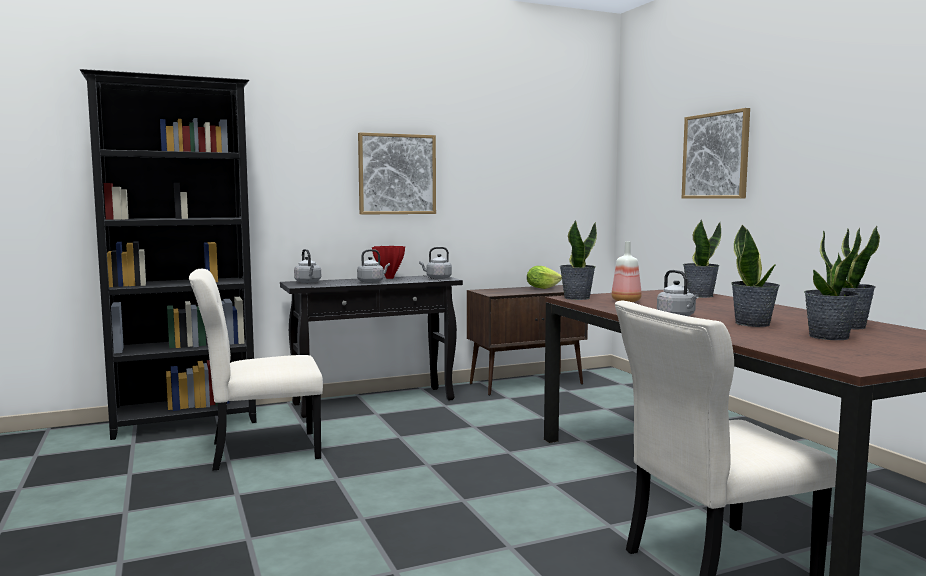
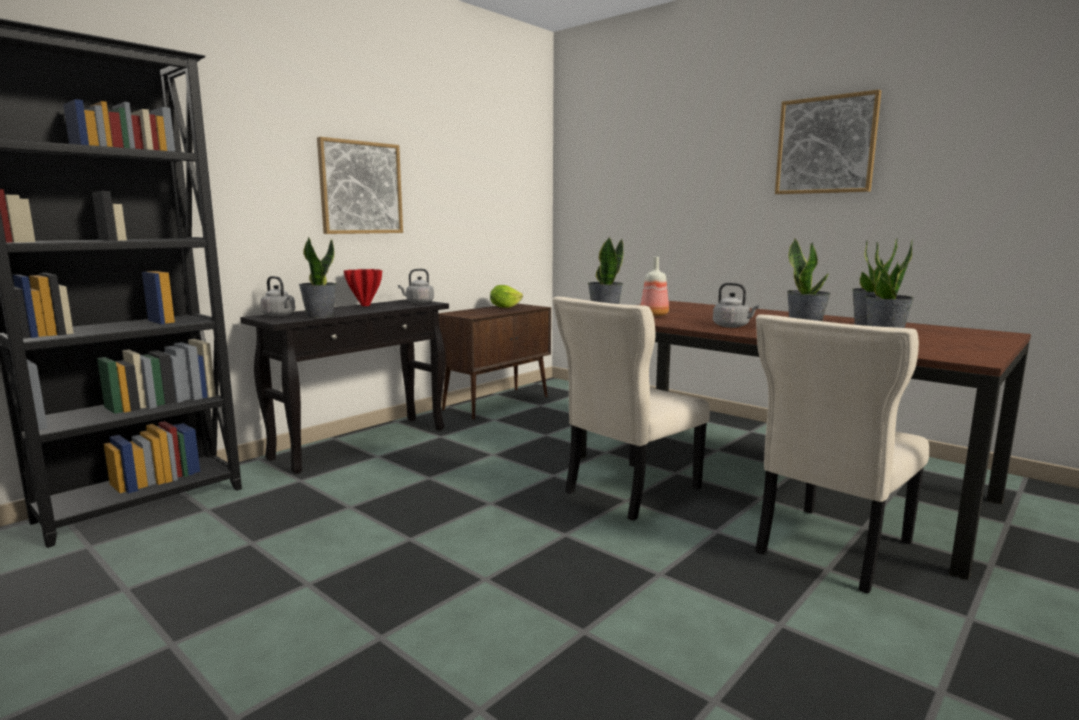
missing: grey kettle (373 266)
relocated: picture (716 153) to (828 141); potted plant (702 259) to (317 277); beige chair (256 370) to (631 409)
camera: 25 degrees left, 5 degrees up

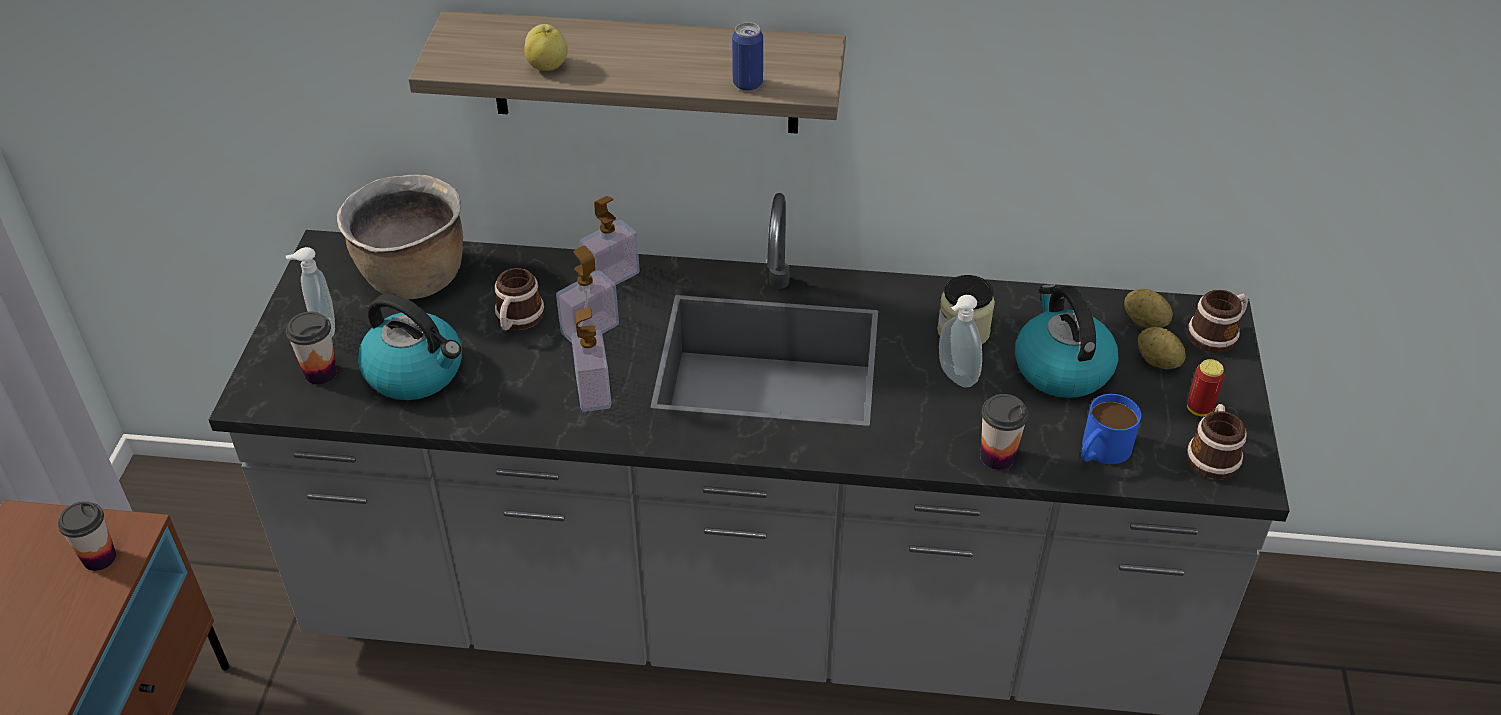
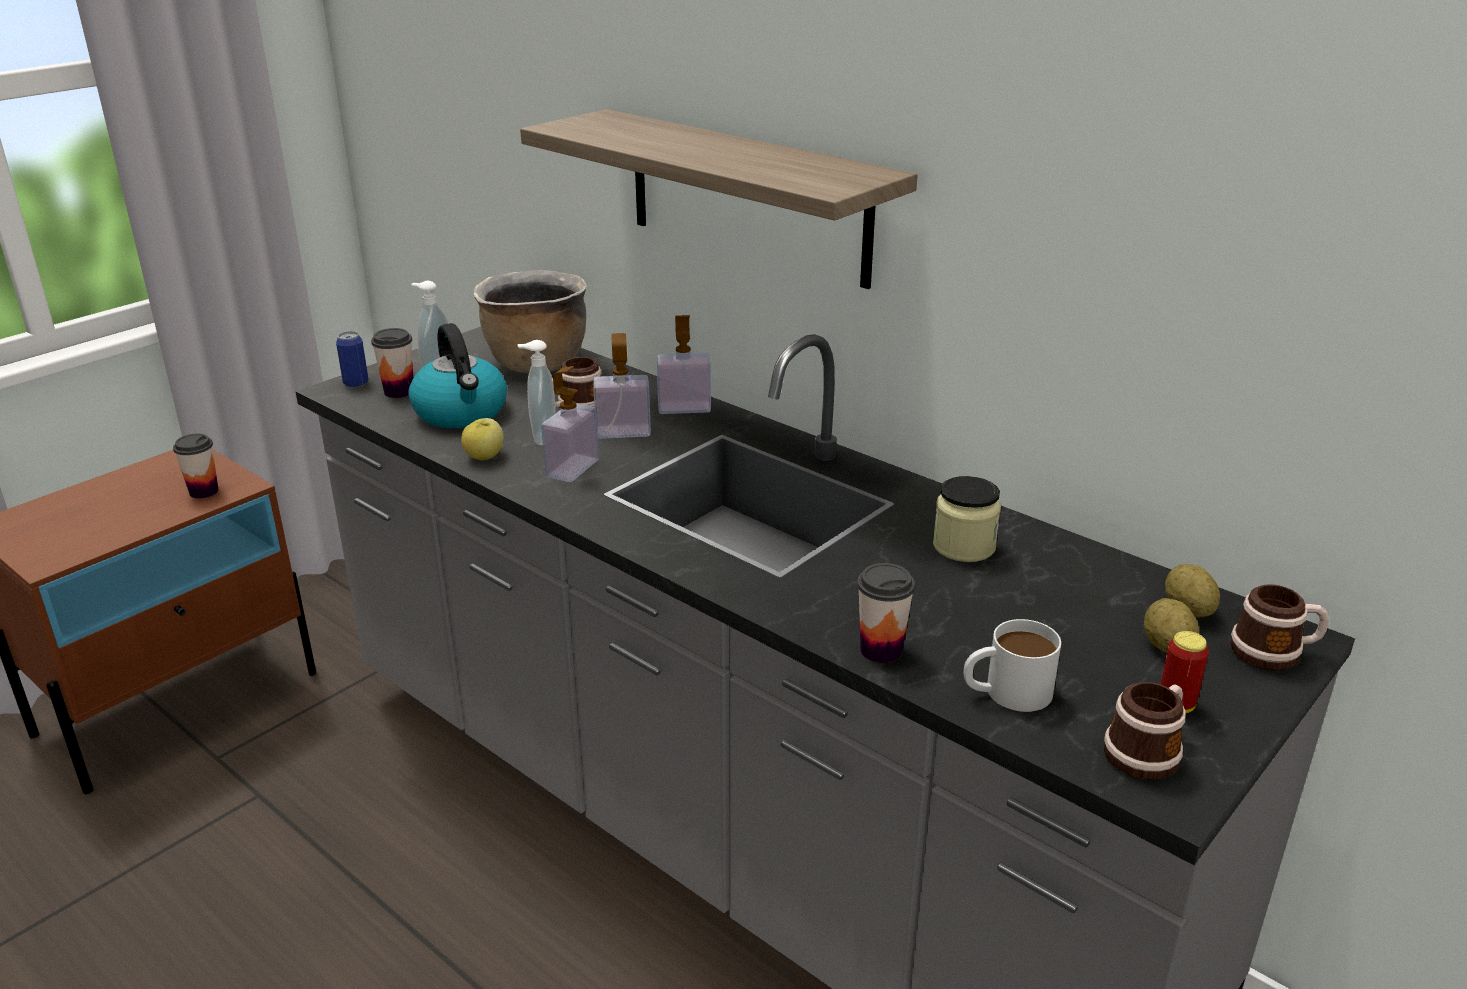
missing: kettle (1067 341)
relocated: can (747 56) to (352 359); apple (546 47) to (482 439); soap dispenser (960 341) to (536 392)
colour: blue mug (1111 429) to white mug (1012 665)
camera: 35 degrees right, 15 degrees down

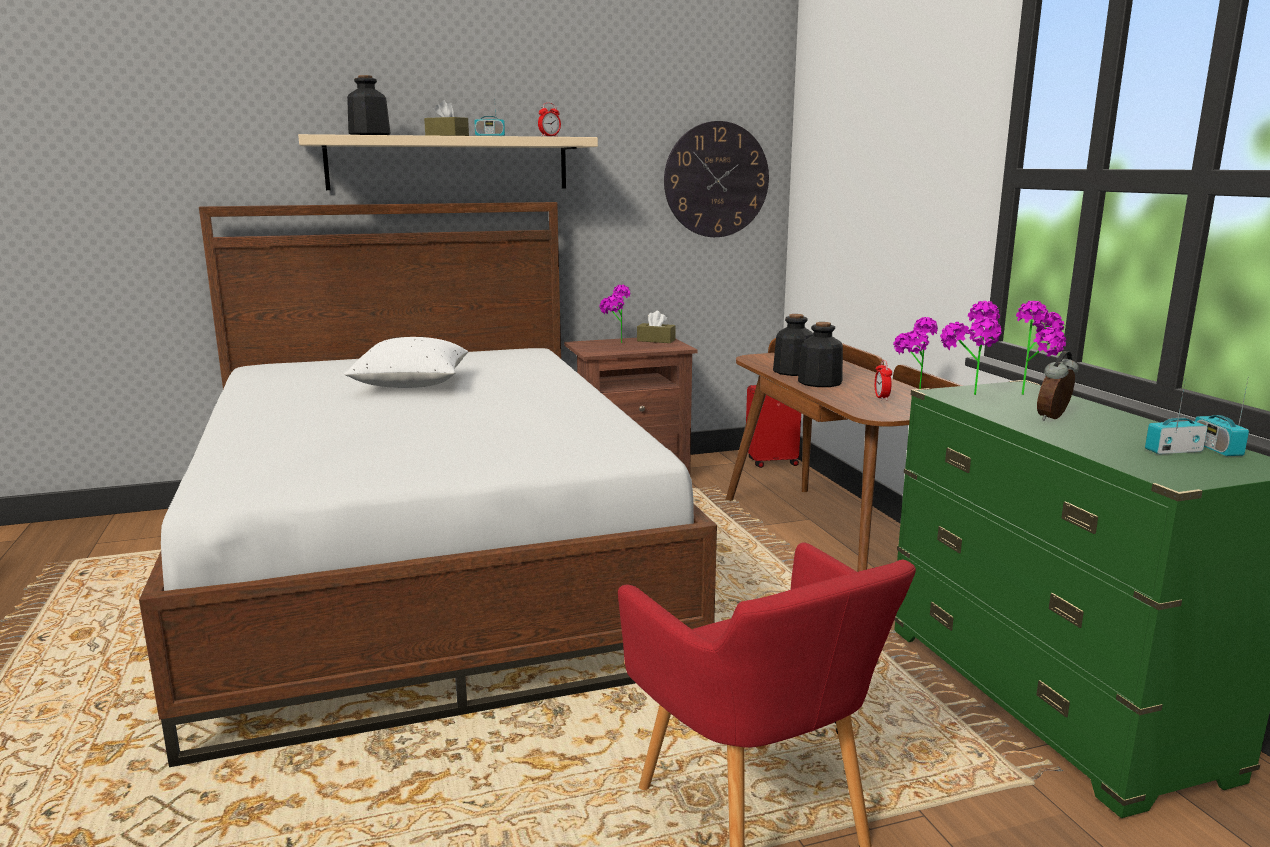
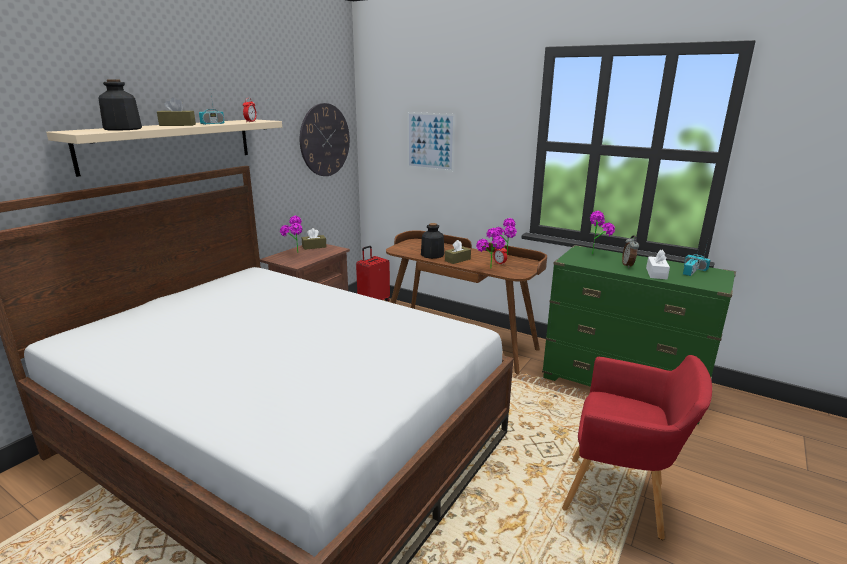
missing: white pillow (406 362)
appeared: picture (431 142); white tissue box (658 265)
relocated: potted plant (971 348) to (490 248)
exchanged: bottle (820 354) to brown tissue box (458 252)
camera: 40 degrees left, 5 degrees up

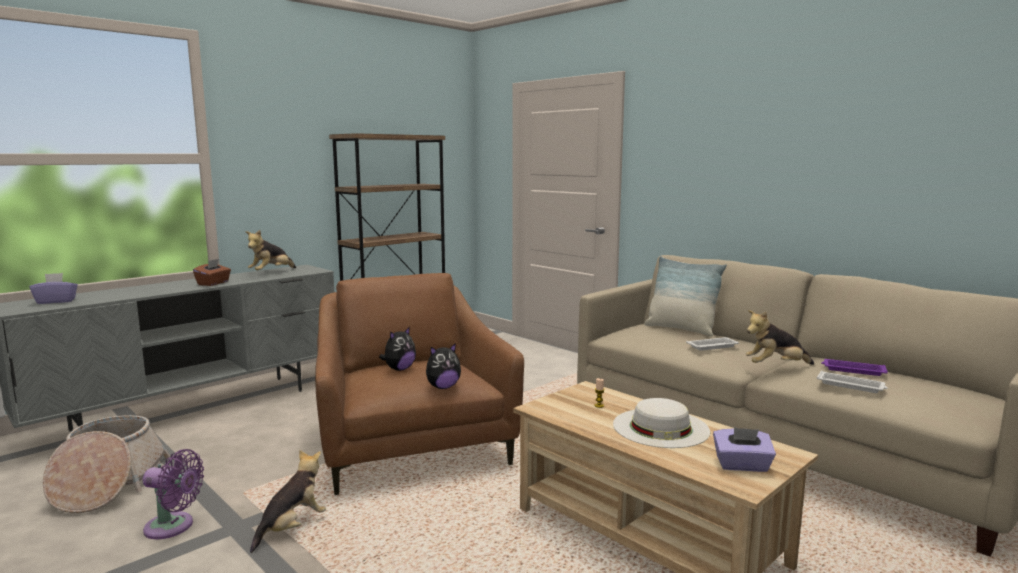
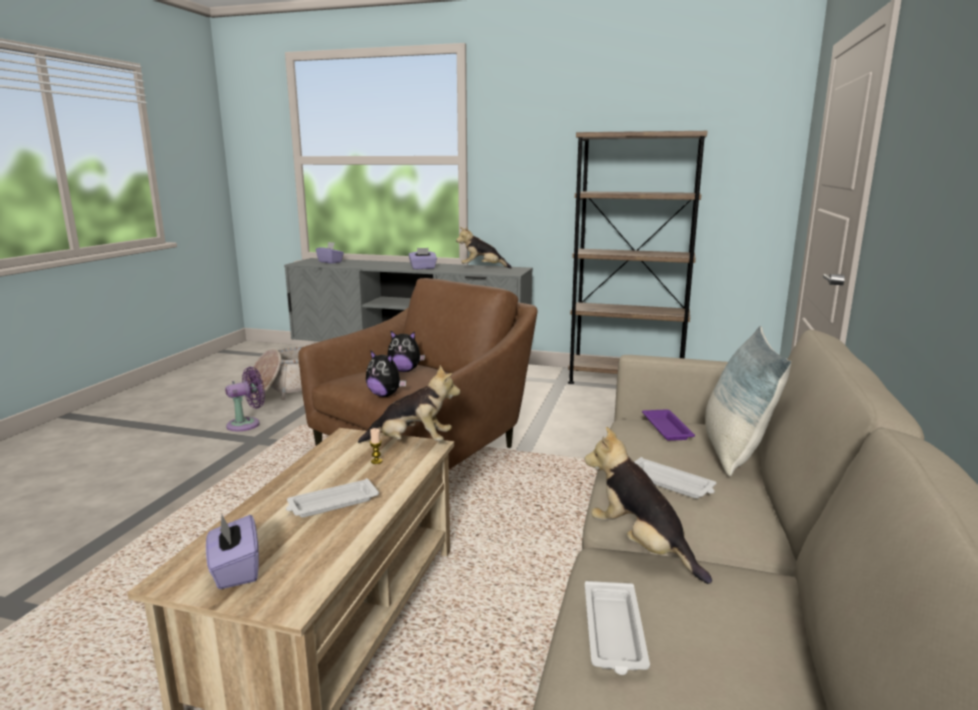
relocated: purple tray (854 367) to (668 425); plush toy (288 501) to (409 404)
exchanged: white hat (661 423) to white tray (332 498)
colour: brown tissue box (212 272) to purple tissue box (423 258)
spun: purple fan (173 494) = (245 399) 105 degrees counterclockwise
camera: 60 degrees right, 5 degrees up

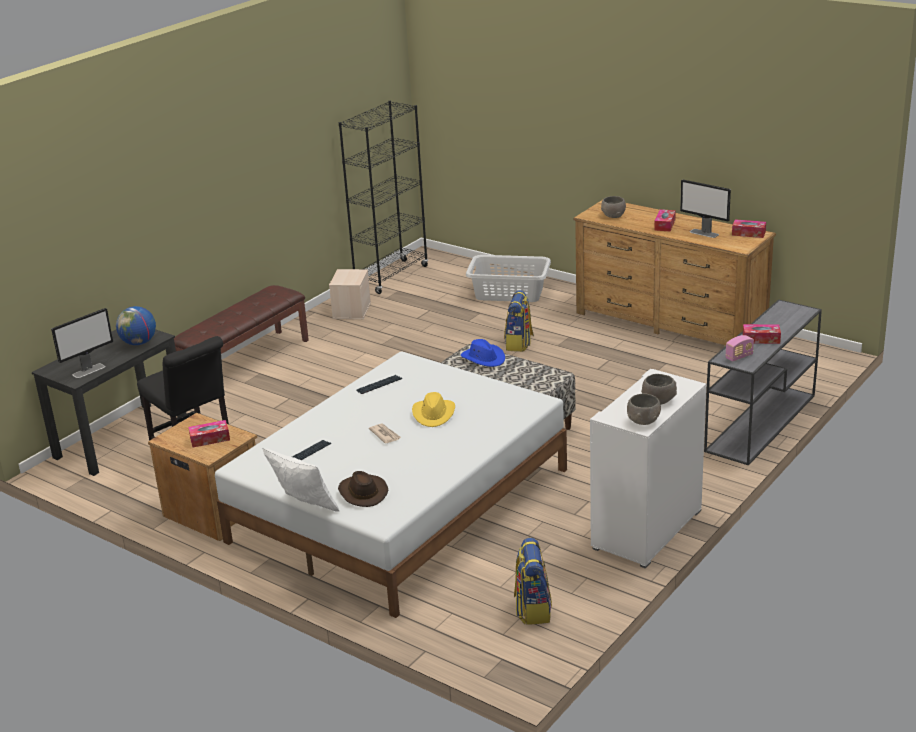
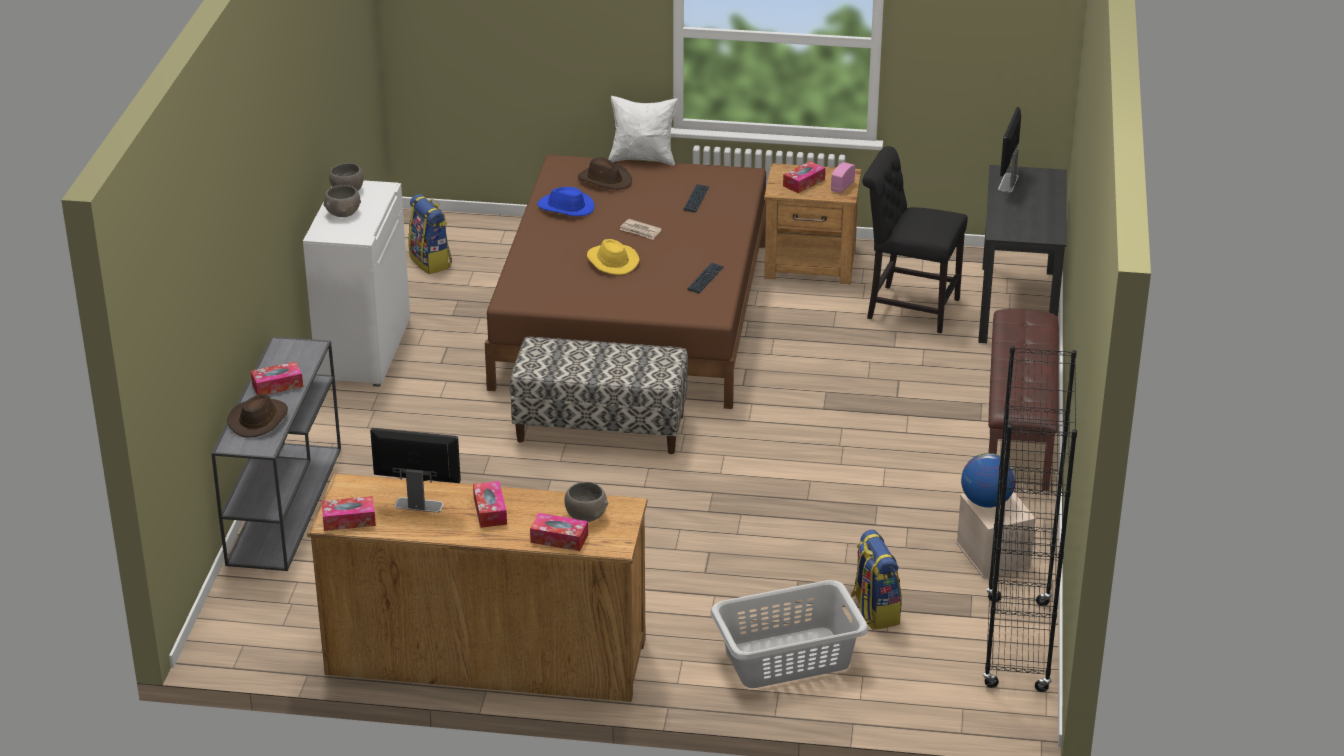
appeared: brown hat (257 416); tissue box (559 532)
relocated: backpack (519 321) to (876 580); globe (136 325) to (988 480); radio (739 348) to (843 177); blue hat (483 353) to (566 201)
colour: white bed (391 484) to brown bed (625 282)
camera: 150 degrees right, 5 degrees up

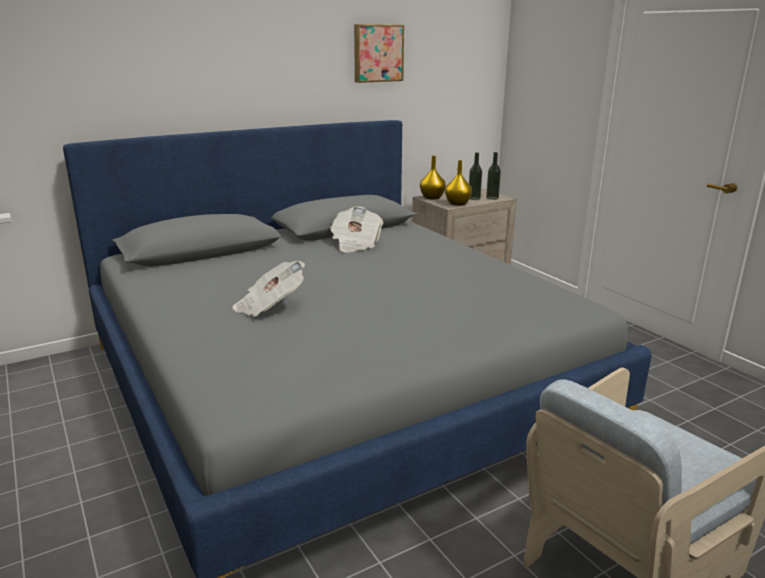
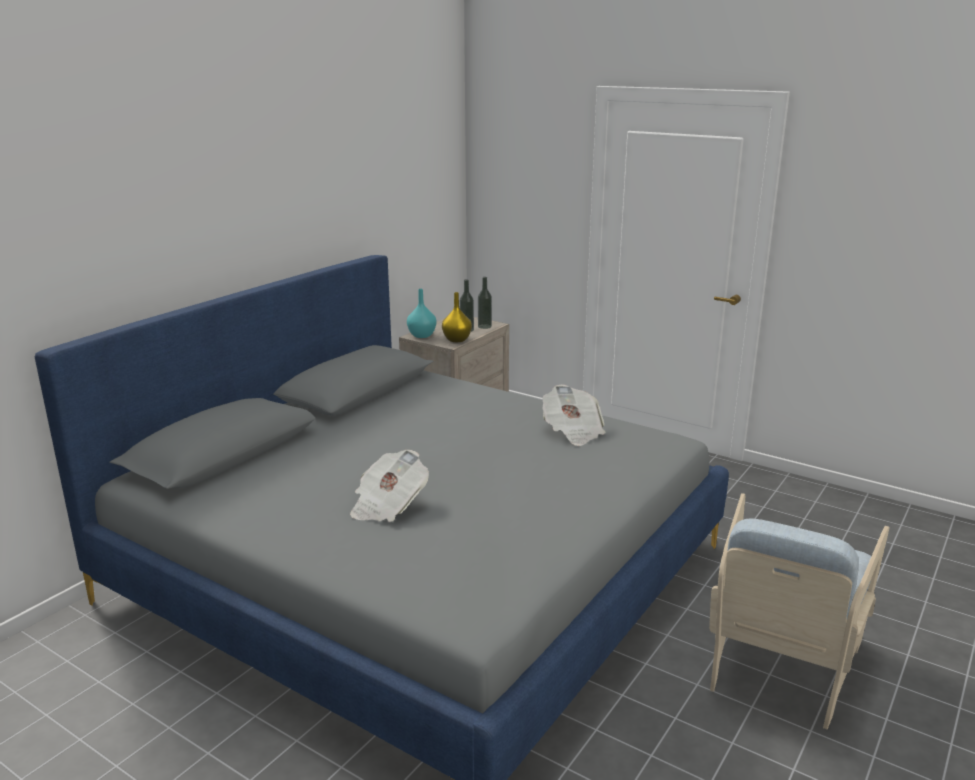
missing: picture (379 53)
relocated: newspaper (356 229) to (573 415)
colour: yellow vase (433 178) to turquoise vase (421 313)
camera: 25 degrees left, 0 degrees up

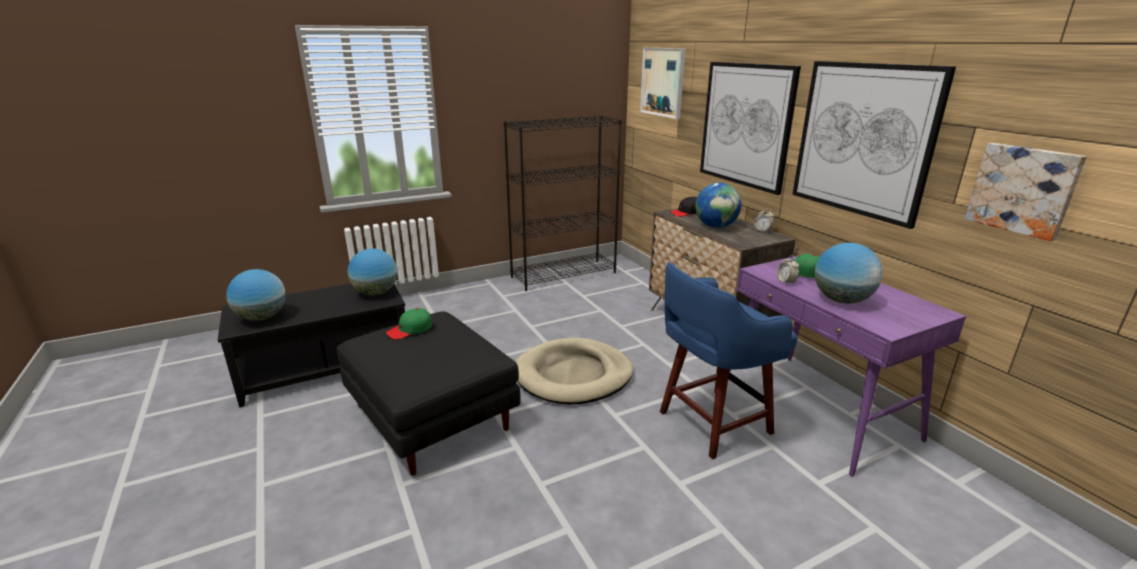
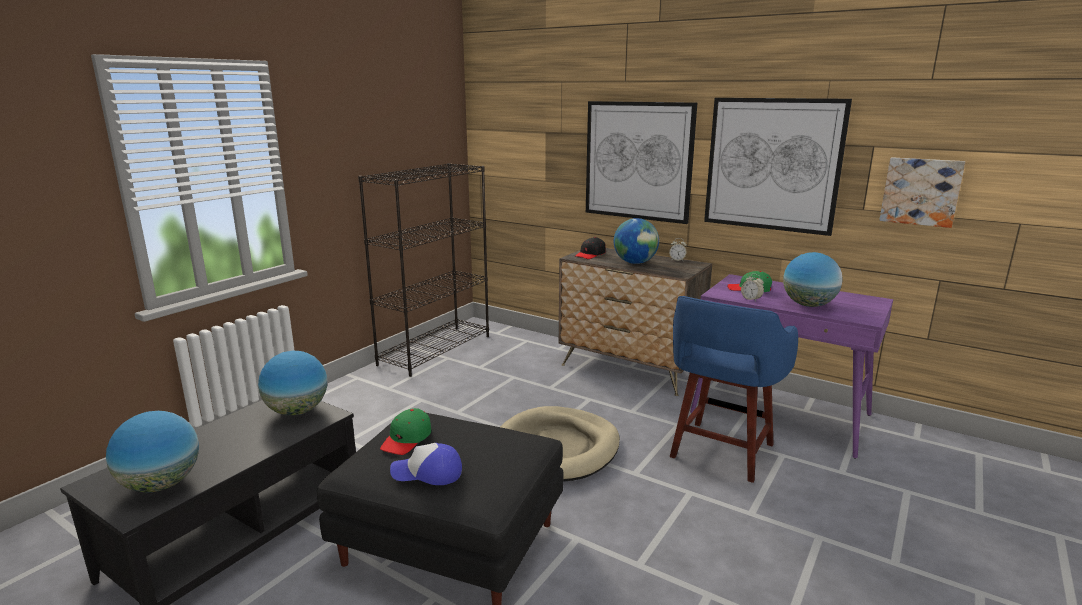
missing: picture (662 83)
appeared: cap (426 464)
camera: 30 degrees left, 5 degrees down

